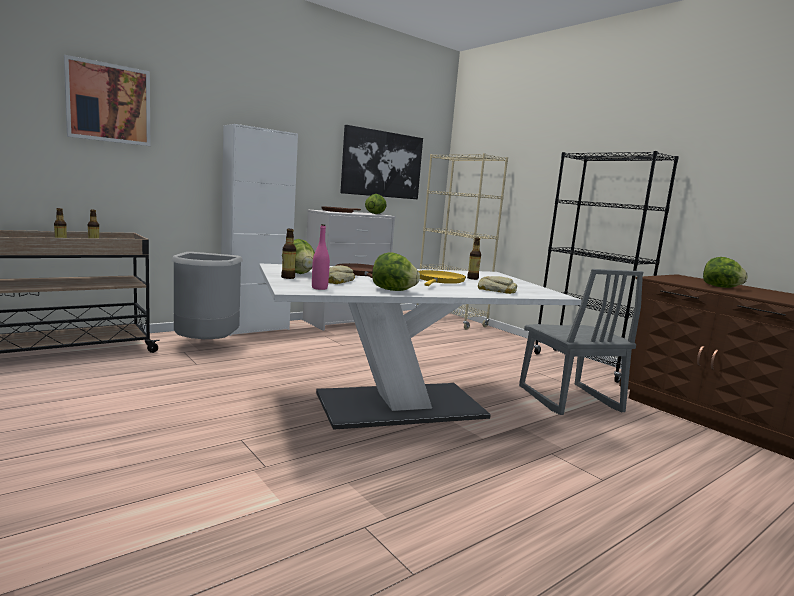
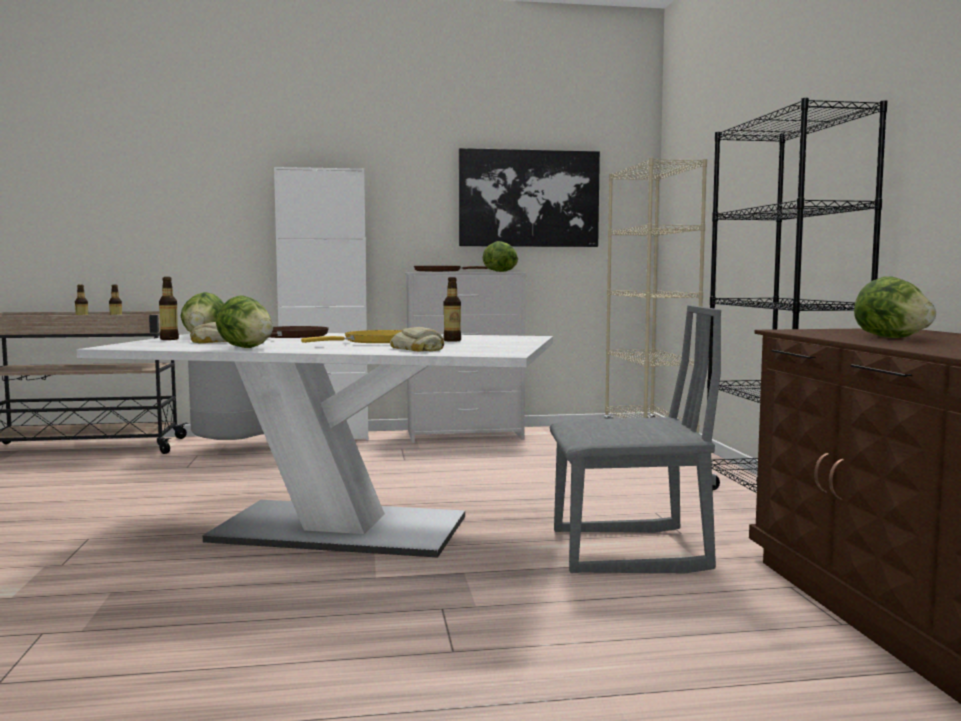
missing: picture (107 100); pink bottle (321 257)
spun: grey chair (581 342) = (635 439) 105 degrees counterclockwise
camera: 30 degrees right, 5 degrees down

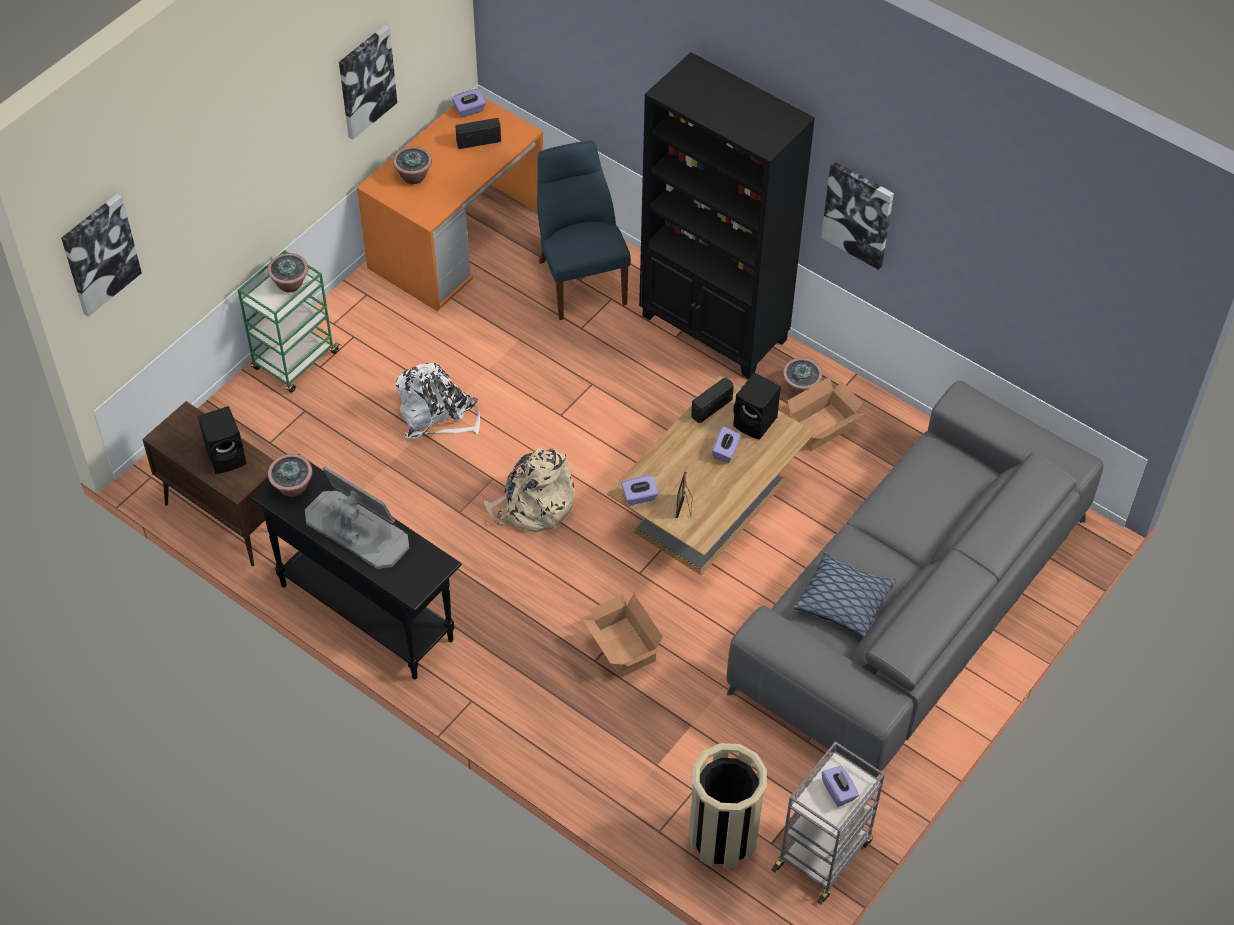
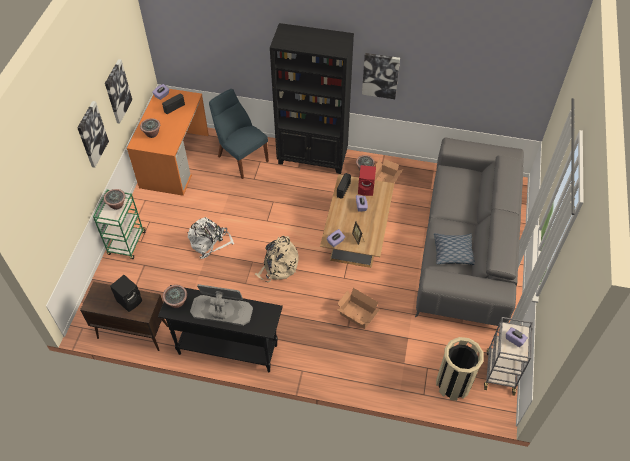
relocated: picture (101 255) to (93 134)
colour: black speaker (757 406) to red speaker (367 180)
camera: 25 degrees left, 0 degrees up

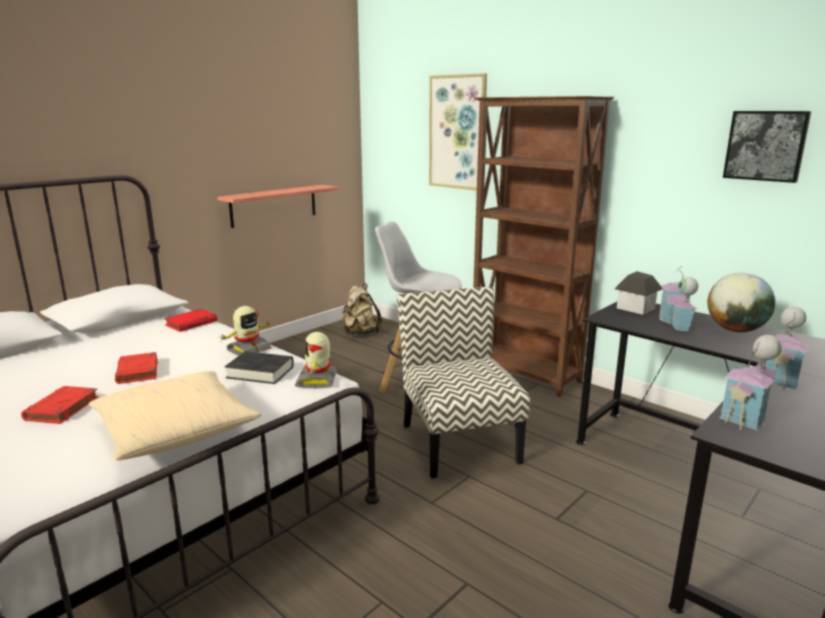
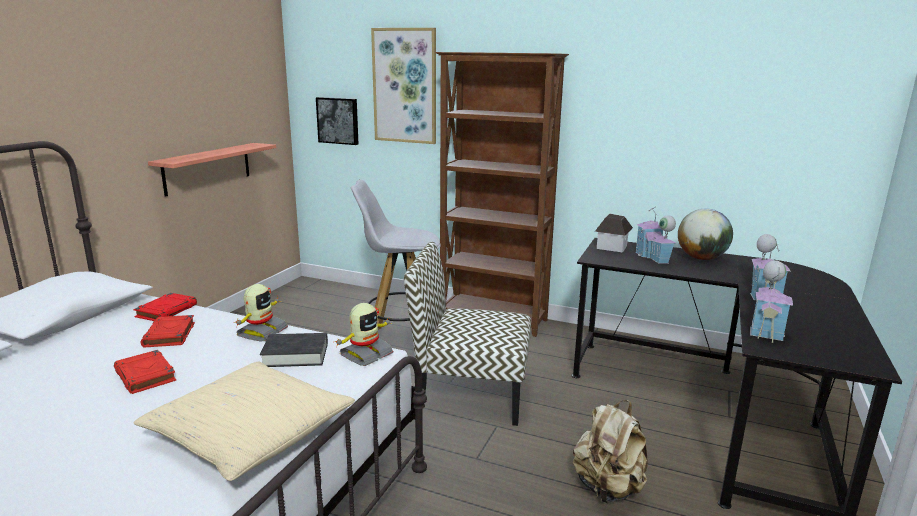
relocated: picture (767 147) to (337 121); beige backpack (362 309) to (610 451); red book (60 405) to (168 331)
spun: chair (463 382) = (467 334) 45 degrees counterclockwise; toy robot (316 360) = (364 334) 120 degrees counterclockwise
camera: 20 degrees left, 0 degrees up

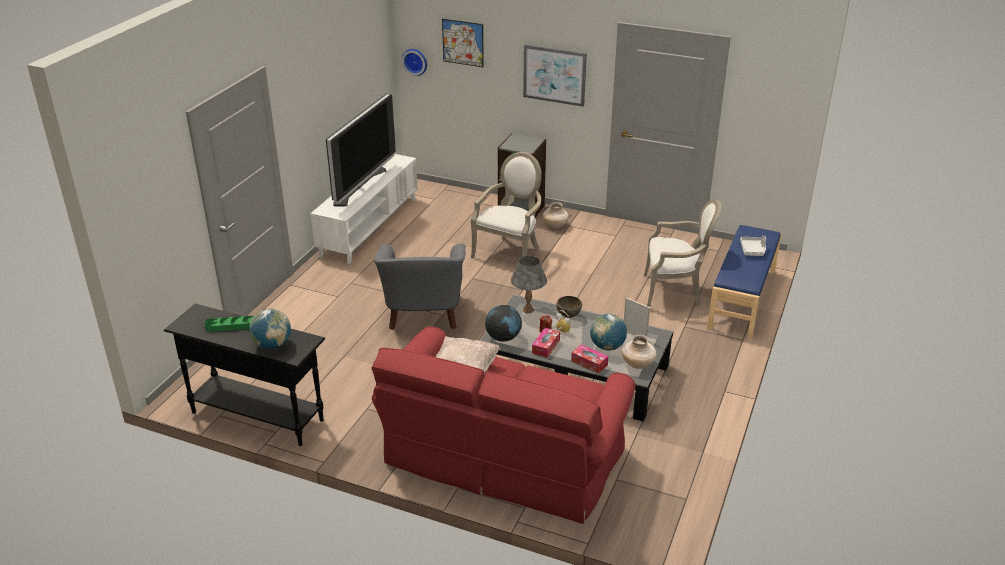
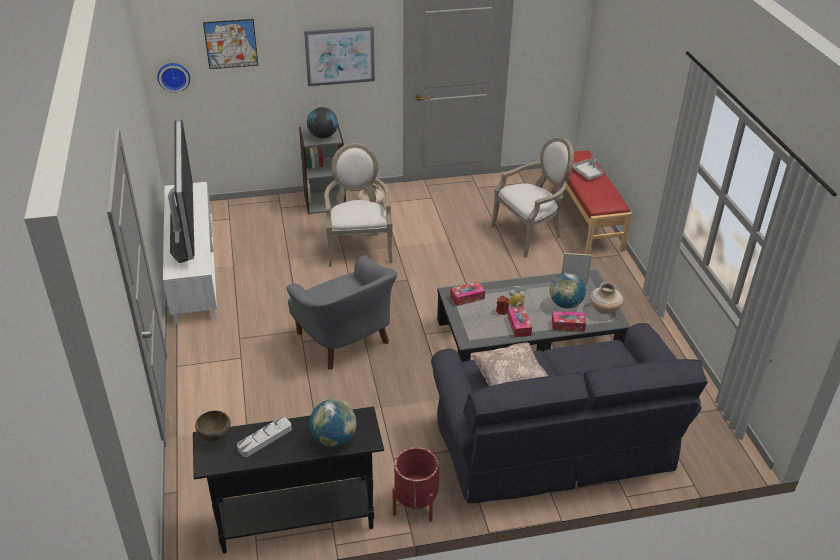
appeared: red planter (416 484)
relocated: brown bowl (569 307) to (213 426); globe (503 323) to (322 122)
exchanged: grey table lamp (529 284) to tissue box (467 294)
colour: blue bench (744 282) to red bench (589 202); green tray (229 324) to grey tray (264 437); red sofa (503 425) to black sofa (569 413)
camera: 35 degrees left, 5 degrees up

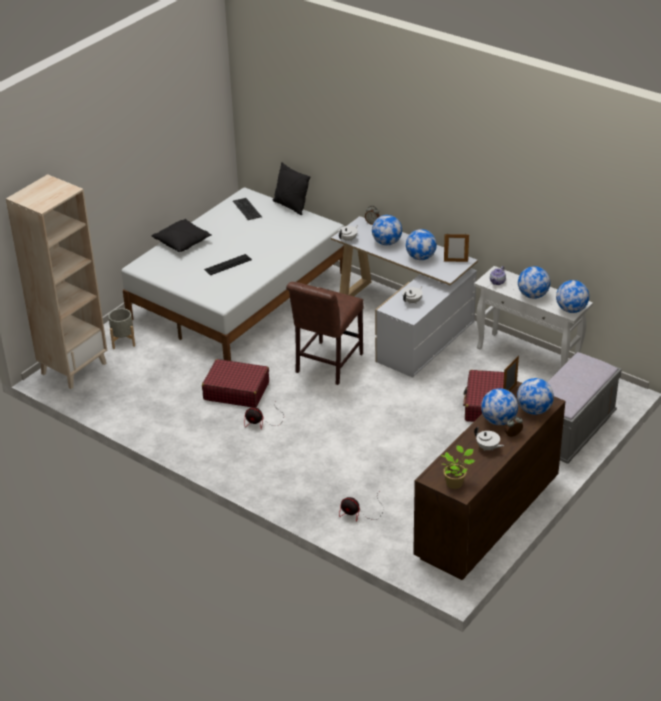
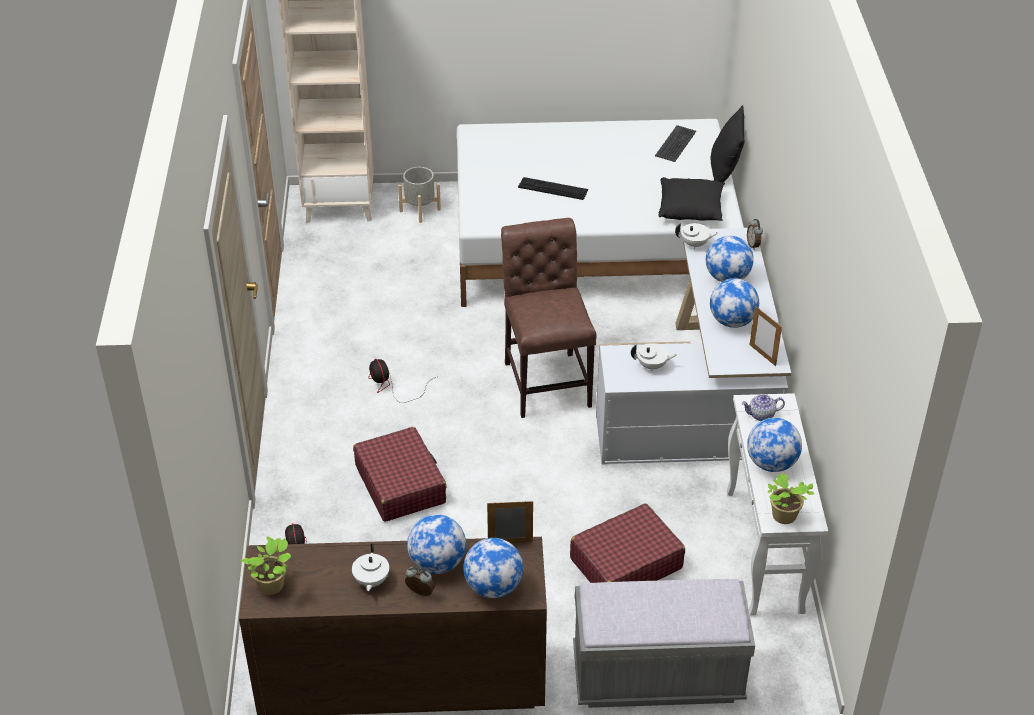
relocated: black pillow (182 235) to (691 199); red suitcase (235 383) to (400 474)
exchanged: globe (572 296) to potted plant (791 498)
spun: brown chair (325 333) = (549 318) 90 degrees clockwise
camera: 50 degrees right, 5 degrees up

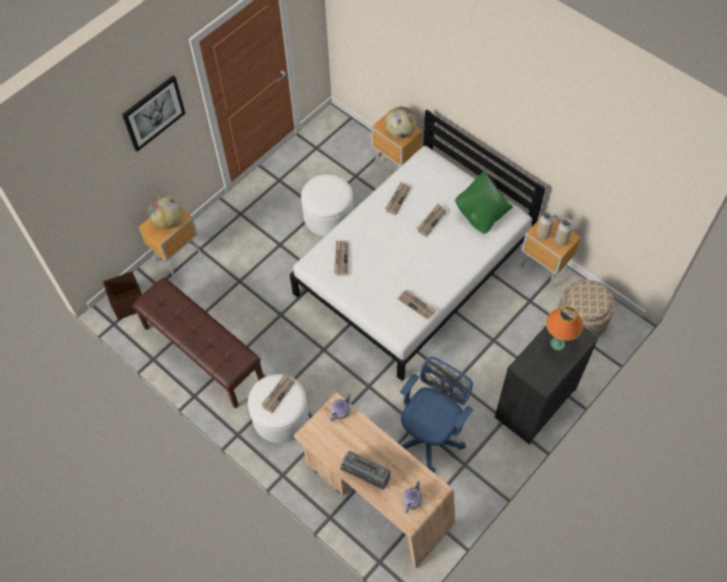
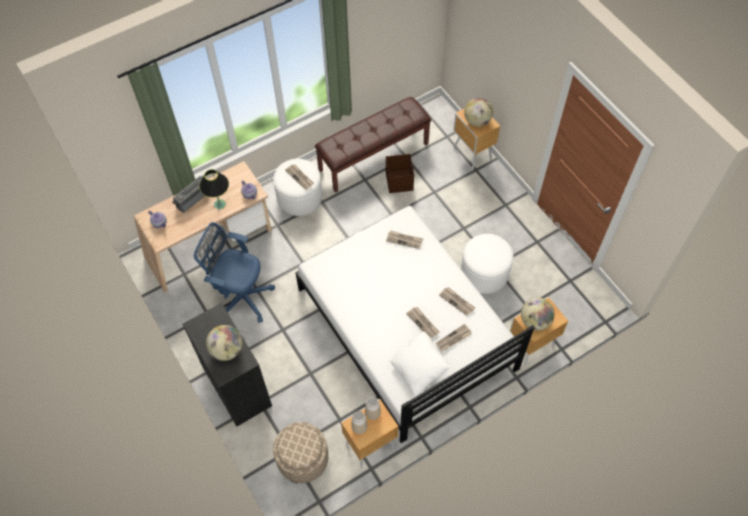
missing: picture (154 113)
appeared: black table lamp (214 189)
relocated: brown storage box (122 295) to (400 173); newspaper (417 305) to (454 337)
exchanged: orange table lamp (564 328) to globe (224 343)
colour: green pillow (484 202) to white pillow (420 364)
spun: blue office chair (436 415) = (234 272) 150 degrees clockwise
camera: 105 degrees right, 0 degrees up

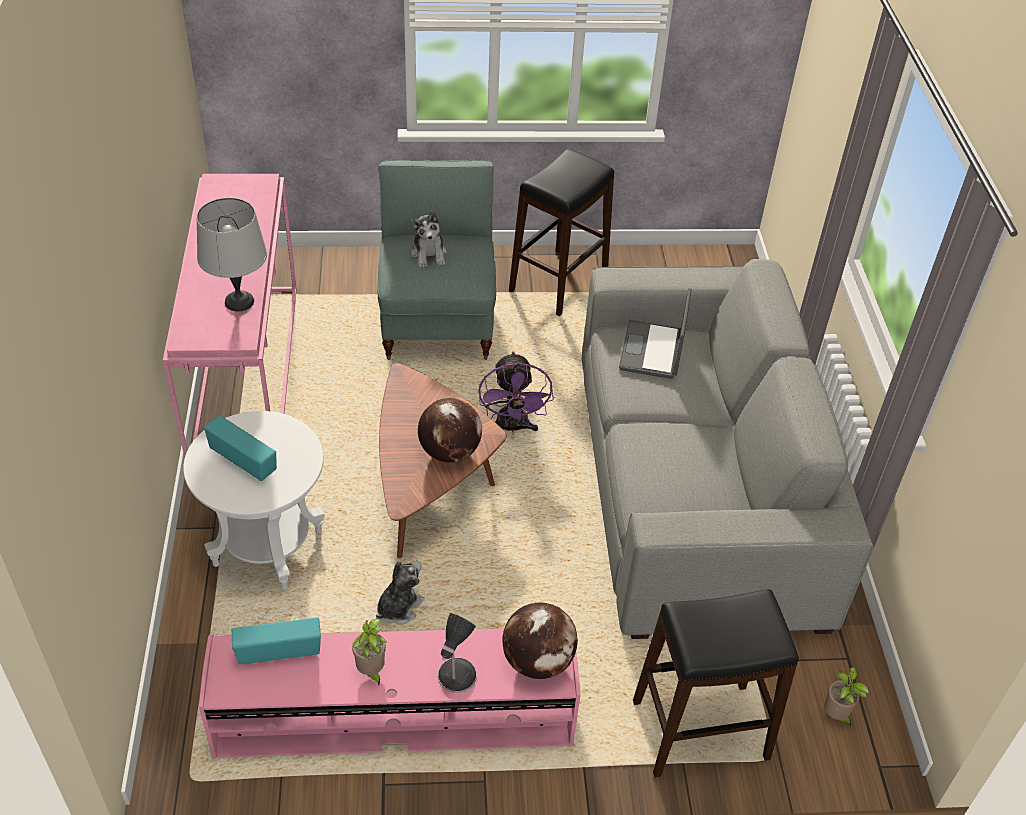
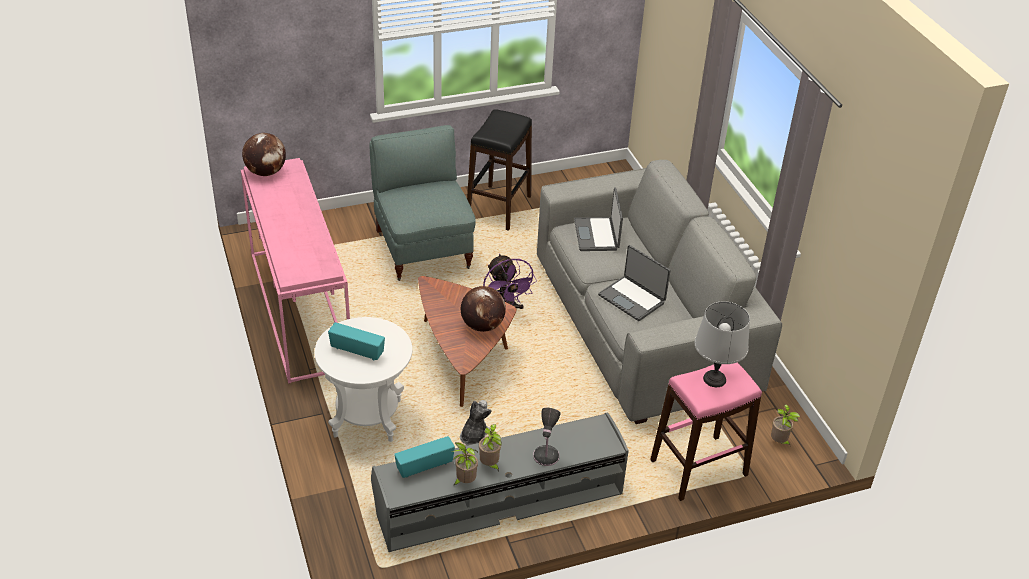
missing: plush toy (429 239)
appeared: laptop (634 283); potted plant (464 463)
relocated: grey table lamp (231 254) to (722 344); globe (540 640) to (264 154)
colour: black stool (716 683) to pink stool (706 431); pink tv stand (390 693) to grey tv stand (500 482)
camera: 15 degrees left, 5 degrees down

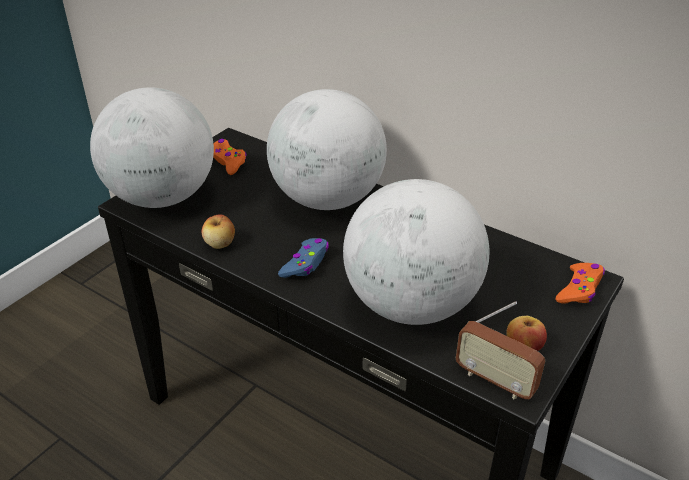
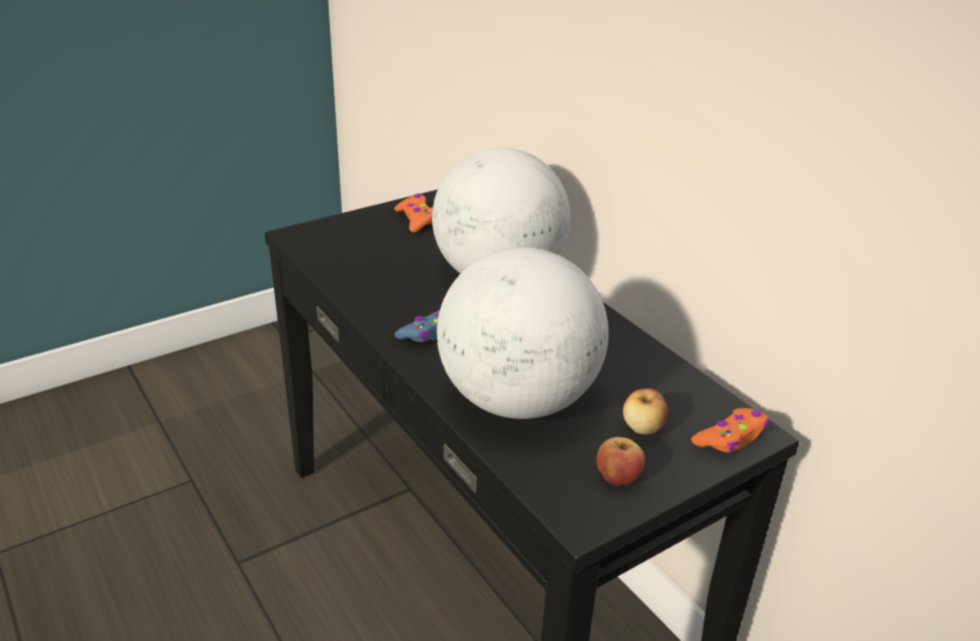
missing: globe (152 147); radio (500 350)
relocated: apple (218 231) to (646 411)
camera: 20 degrees right, 5 degrees down

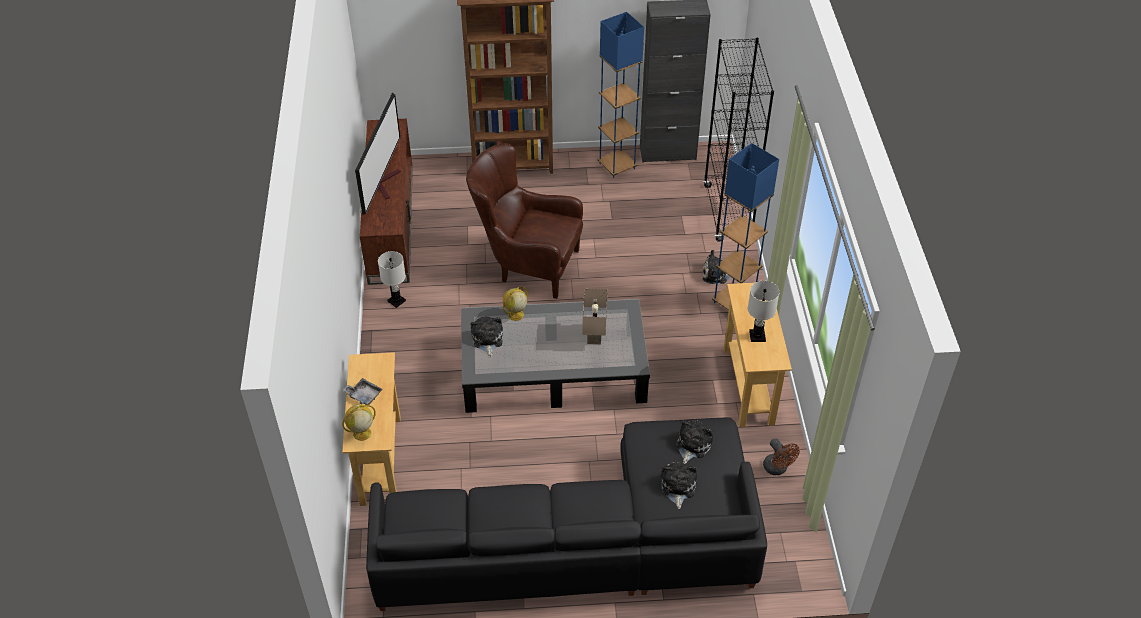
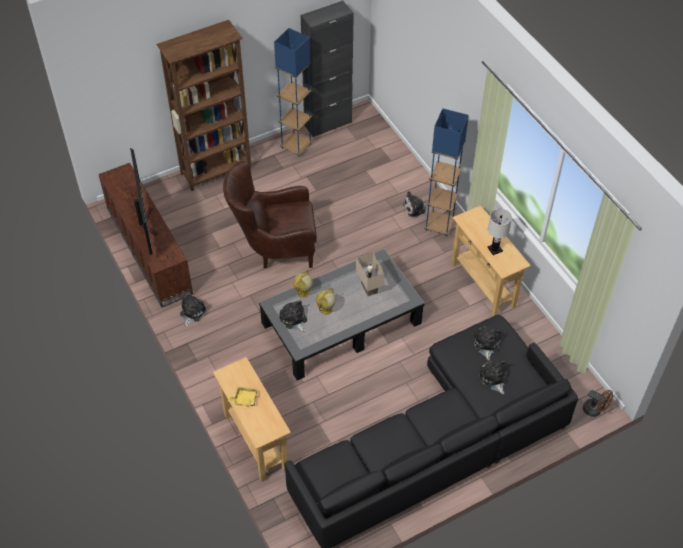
missing: black bookcase (738 140)
relocated: globe (359 423) to (326 301); brown fan (781 456) to (598 403)
exchanged: white table lamp (392 279) to plush toy (193 311)
colour: grey tray (363 391) to yellow tray (243 396)
camera: 25 degrees left, 5 degrees up

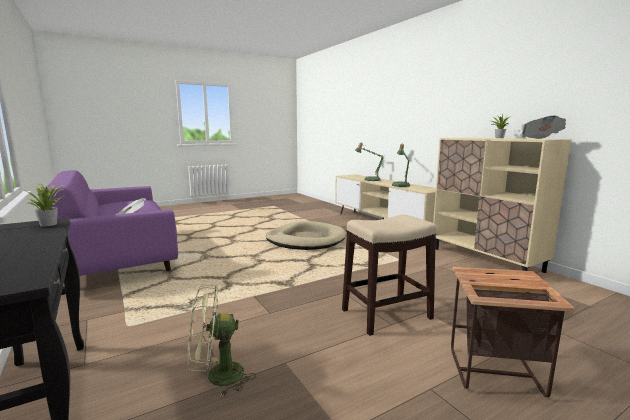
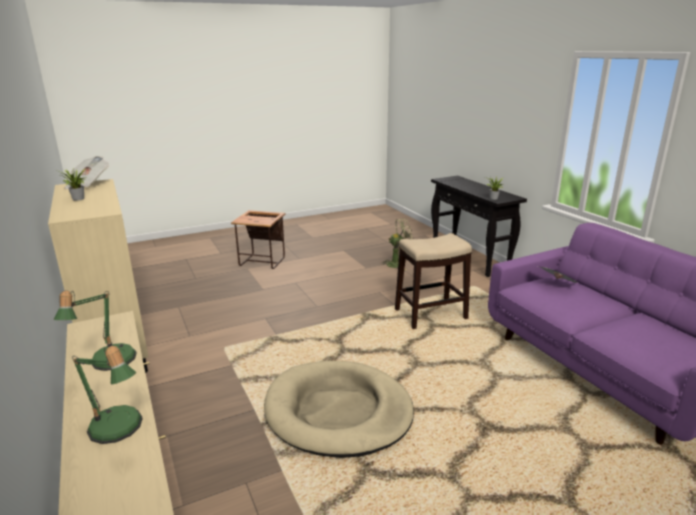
relocated: stool (389 275) to (433 281)
camera: 175 degrees left, 10 degrees up

